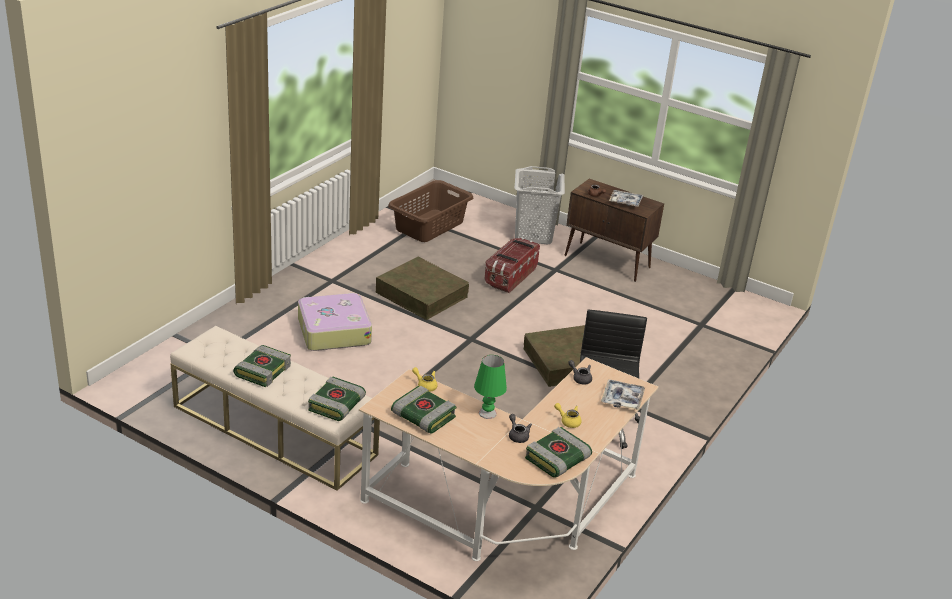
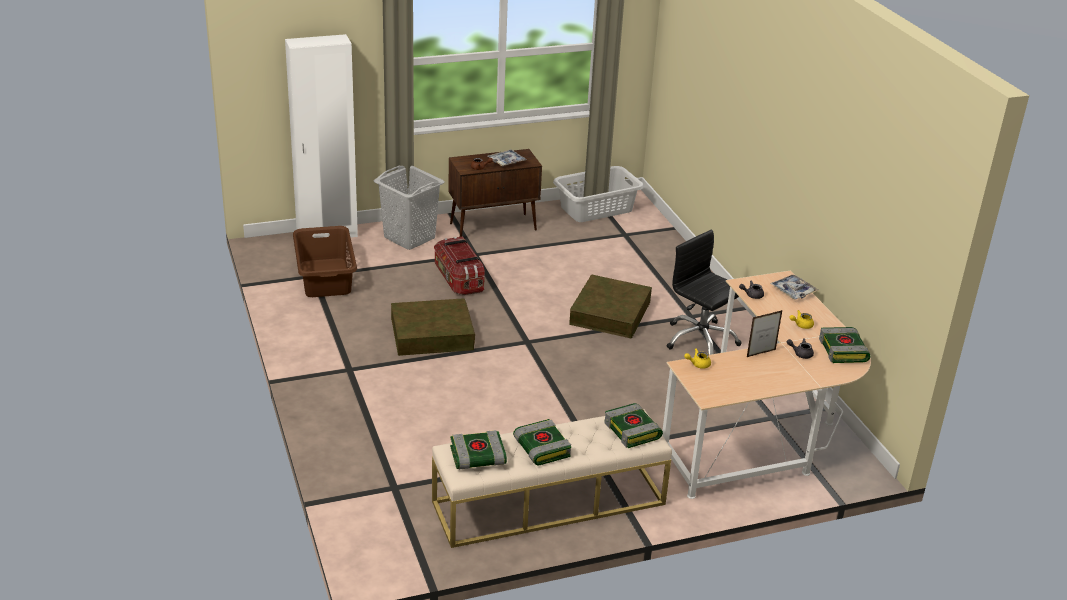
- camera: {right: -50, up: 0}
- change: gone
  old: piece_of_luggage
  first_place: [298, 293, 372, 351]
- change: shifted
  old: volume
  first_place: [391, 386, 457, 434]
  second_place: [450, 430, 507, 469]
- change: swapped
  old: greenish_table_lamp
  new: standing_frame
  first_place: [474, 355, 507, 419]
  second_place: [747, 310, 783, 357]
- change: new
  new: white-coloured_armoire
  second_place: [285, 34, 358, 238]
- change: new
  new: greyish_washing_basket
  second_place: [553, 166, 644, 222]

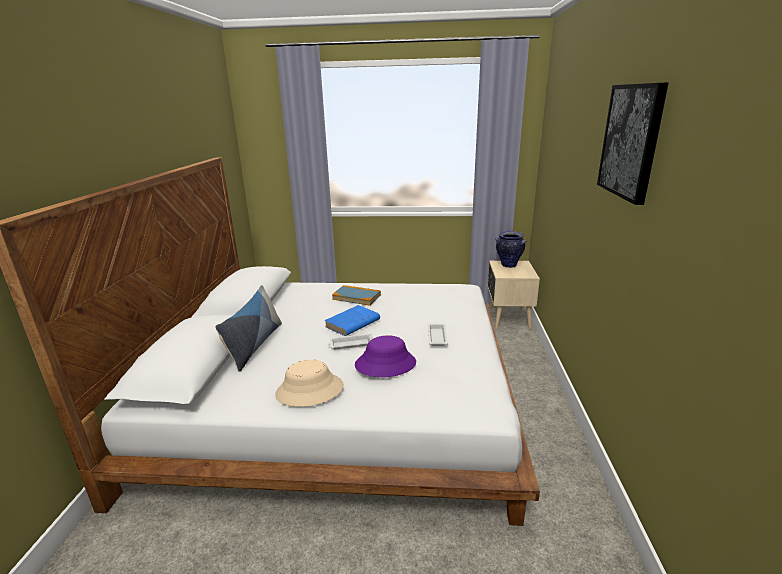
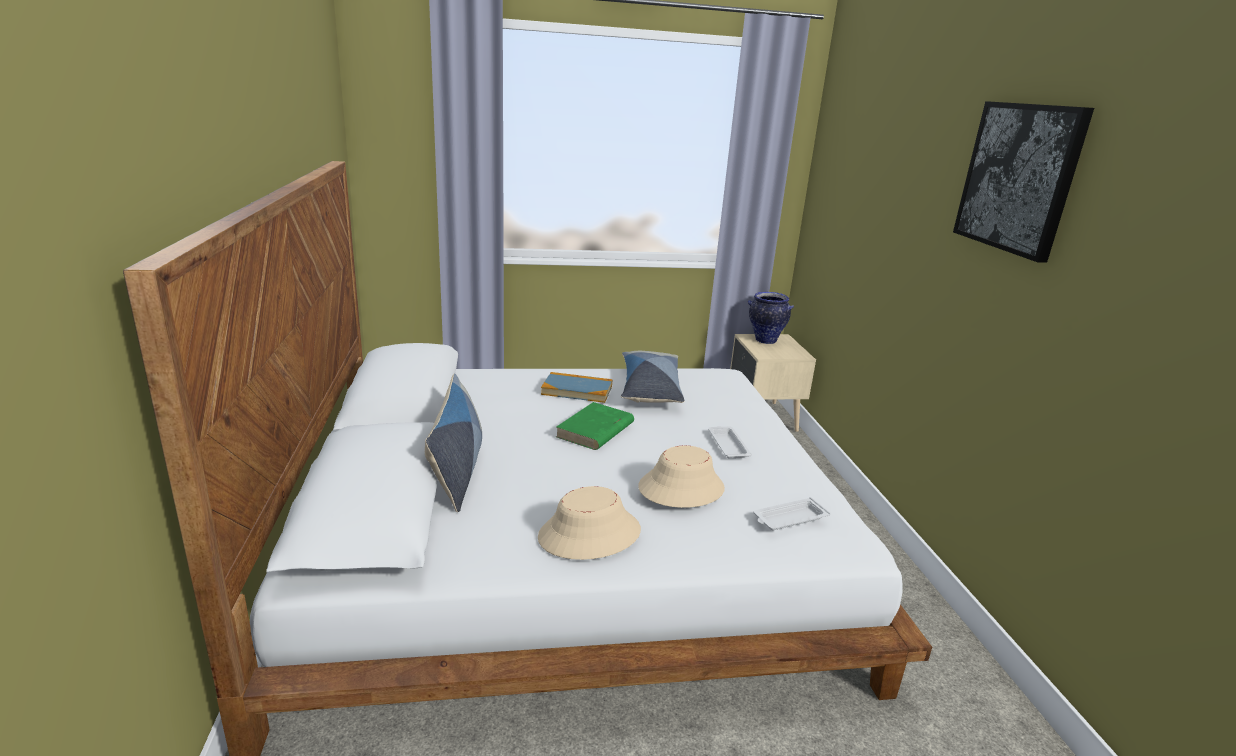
- camera: {right: -15, up: 0}
- change: repainted
  old: blue-coloured_volume
  new: greenish_volume
  first_place: [324, 305, 380, 336]
  second_place: [556, 402, 634, 450]
- change: shifted
  old: white-coloured_serving_tray
  first_place: [328, 333, 373, 349]
  second_place: [753, 497, 830, 530]
- change: repainted
  old: purple-coloured_clothing_hat
  new: sand-coloured_clothing_hat
  first_place: [355, 335, 416, 377]
  second_place: [638, 446, 725, 508]
- change: new
  new: cushion
  second_place: [621, 351, 685, 403]

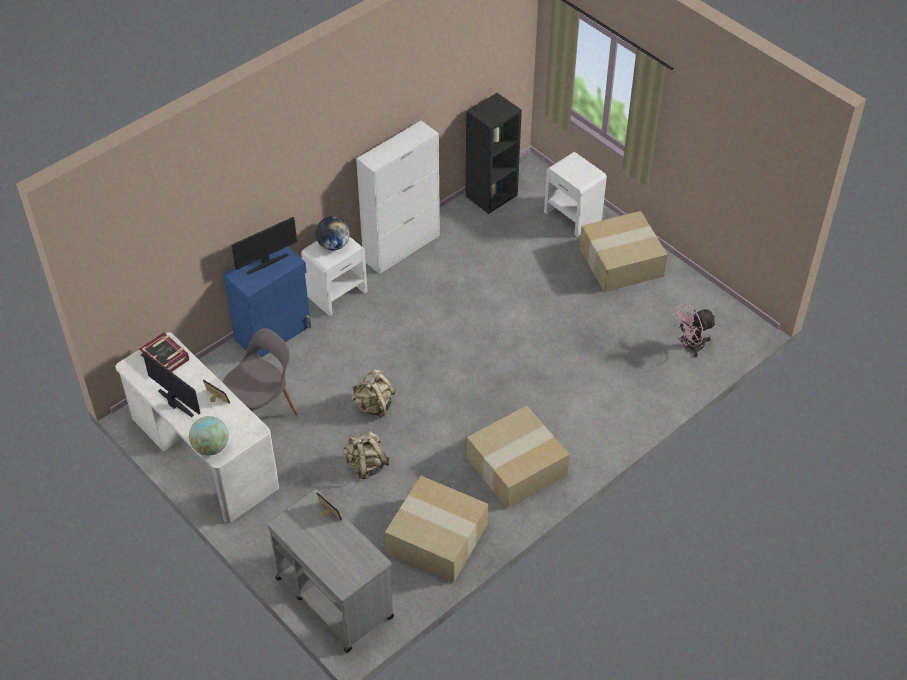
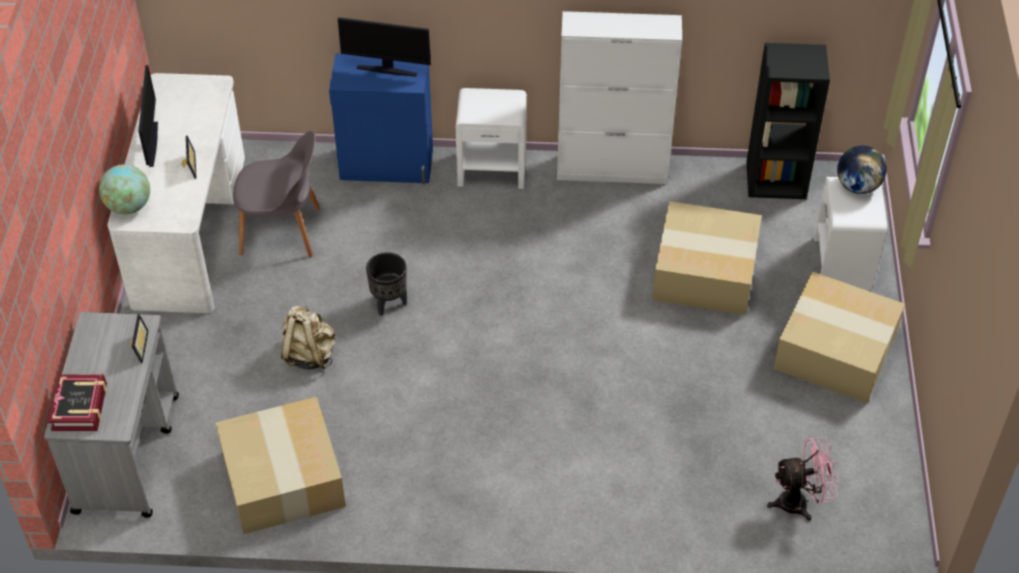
- camera: {right: 45, up: 0}
- change: shifted
  old: volume
  first_place: [139, 332, 189, 372]
  second_place: [48, 374, 107, 431]
- change: shifted
  old: world_globe
  first_place: [316, 216, 350, 250]
  second_place: [837, 145, 887, 194]
- change: swapped
  old: sand-coloured_knapsack
  new: black_planter
  first_place: [351, 369, 396, 418]
  second_place: [366, 252, 407, 316]
- change: shifted
  old: cardboard_box
  first_place: [466, 406, 570, 509]
  second_place: [652, 201, 762, 315]
- change: rotated
  old: pinkish_electric_fan
  first_place: [673, 304, 717, 357]
  second_place: [767, 437, 839, 521]
  degrees: 150

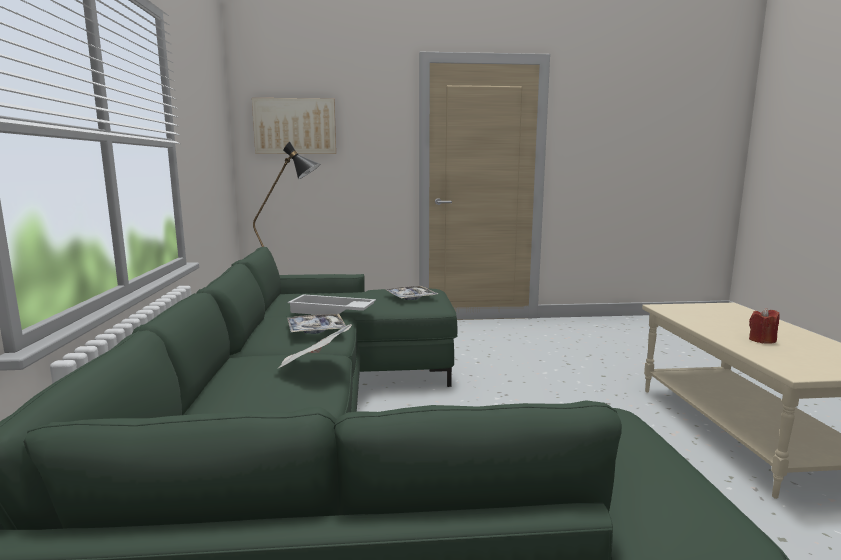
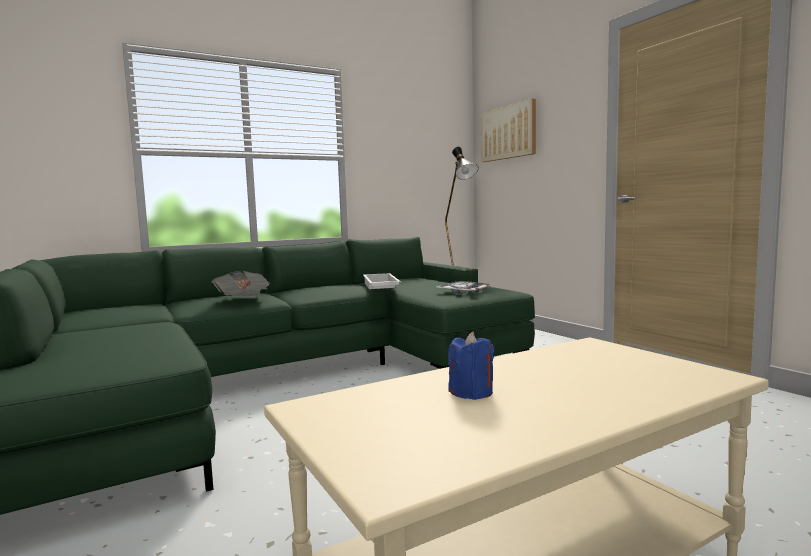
- camera: {right: 65, up: -5}
- change: gone
  old: serving_tray
  first_place: [287, 314, 346, 334]
- change: repainted
  old: reddish_wax_light
  new: blue-coloured_wax_light
  first_place: [749, 308, 779, 344]
  second_place: [448, 332, 494, 400]

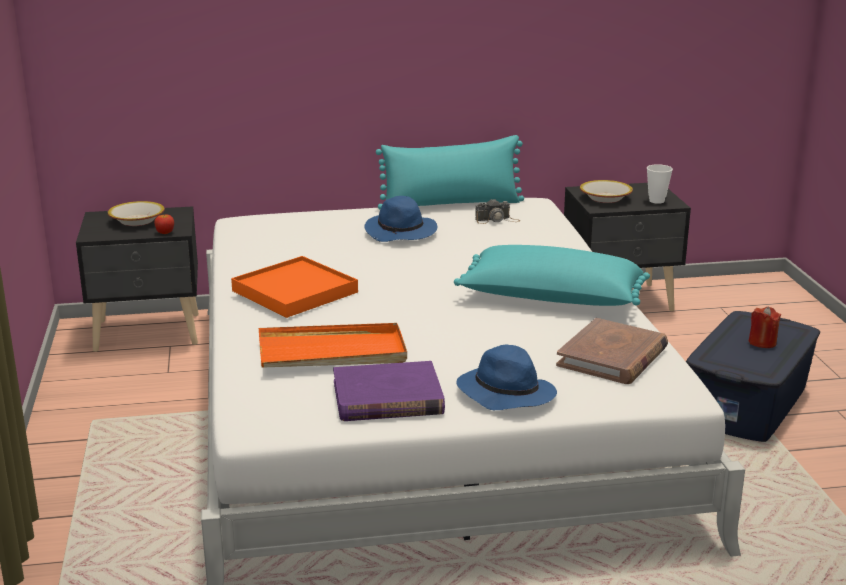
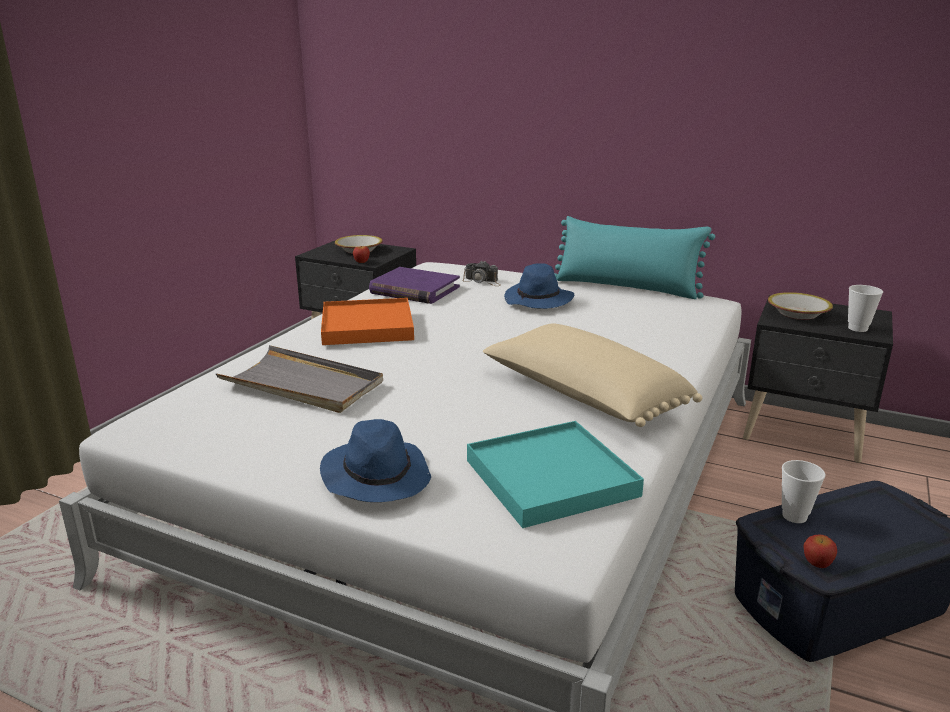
- camera: {right: 35, up: 0}
- change: repainted
  old: orange_serving_tray
  new: greyish_serving_tray
  first_place: [259, 323, 407, 368]
  second_place: [216, 345, 383, 413]
- change: shifted
  old: purple-coloured_volume
  first_place: [333, 361, 445, 421]
  second_place: [369, 267, 460, 304]
- change: repainted
  old: blue-green_cushion
  new: sand-coloured_cushion
  first_place: [454, 245, 650, 306]
  second_place: [483, 324, 702, 427]
- change: shifted
  old: photo_camera
  first_place: [475, 198, 520, 224]
  second_place: [462, 261, 501, 286]
- change: swapped
  old: brown-coloured_volume
  new: blue-green_serving_tray
  first_place: [556, 318, 668, 384]
  second_place: [467, 421, 644, 528]
- change: gone
  old: reddish_wax_light
  first_place: [749, 307, 781, 348]
- change: new
  new: cup
  second_place: [782, 460, 825, 523]
- change: new
  new: apple_fruit
  second_place: [804, 535, 837, 568]

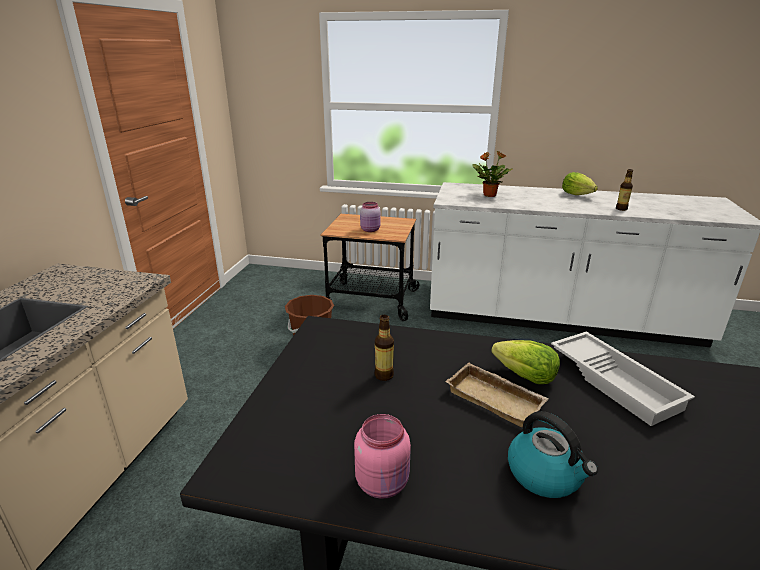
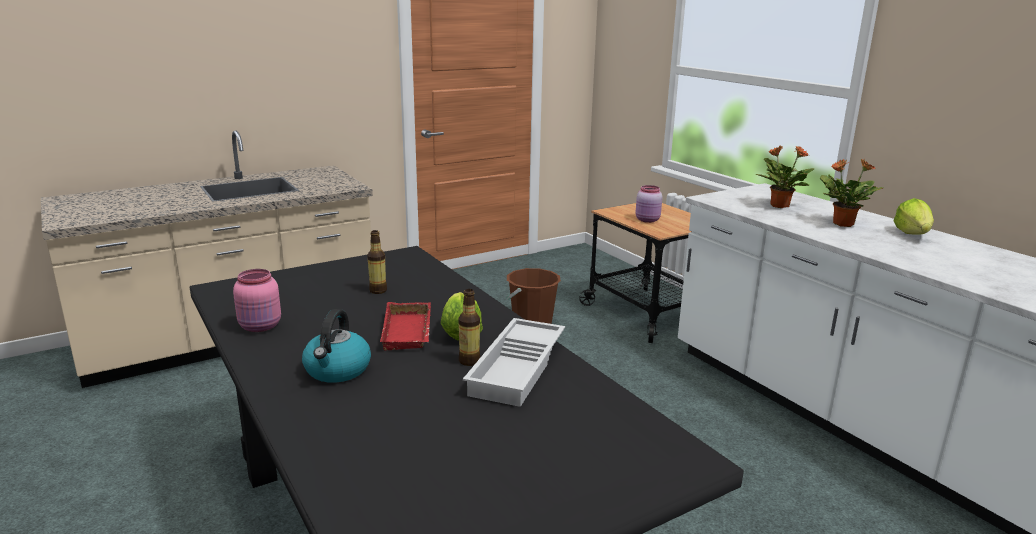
- camera: {right: 45, up: -5}
- change: repainted
  old: sand-coloured_serving_tray
  new: reddish_serving_tray
  first_place: [445, 362, 548, 428]
  second_place: [380, 302, 431, 351]
- change: shifted
  old: drink_bottle
  first_place: [616, 169, 633, 211]
  second_place: [458, 289, 480, 366]
- change: new
  new: potted_plant
  second_place: [820, 159, 883, 227]

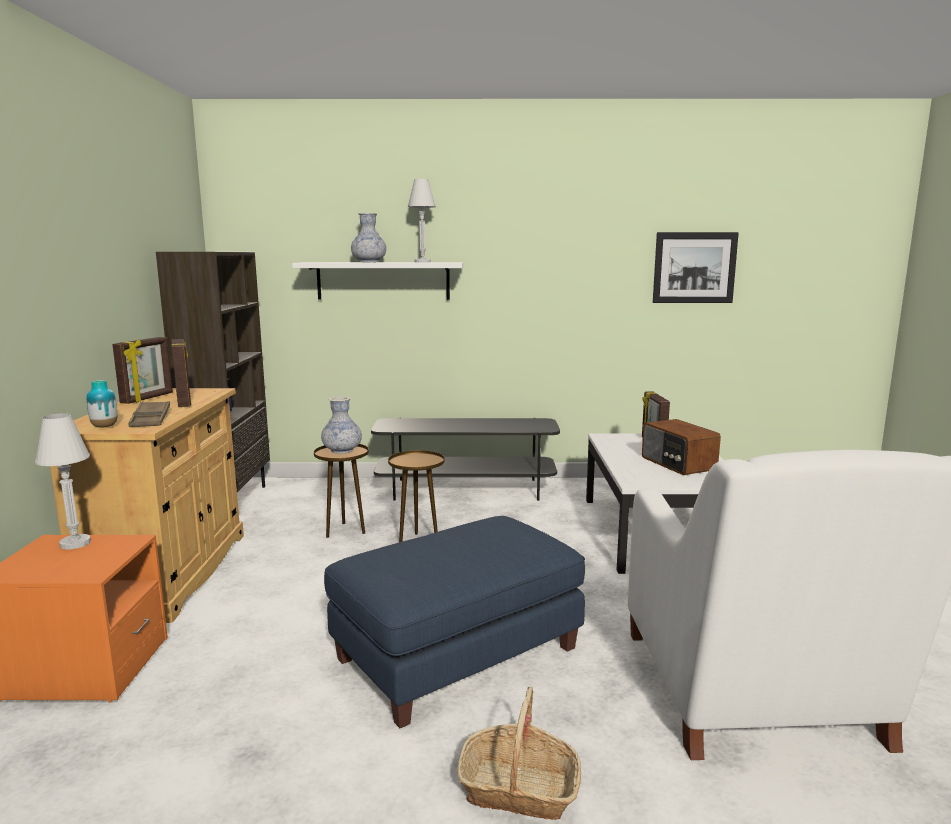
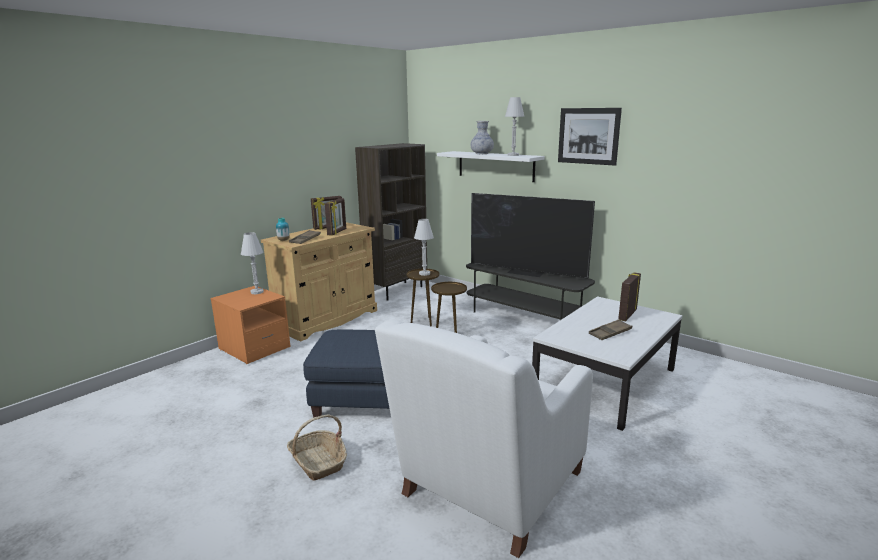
- camera: {right: 40, up: 5}
- change: swapped
  old: vase
  new: white-coloured_table_lamp
  first_place: [321, 396, 362, 454]
  second_place: [414, 219, 434, 276]
- change: swapped
  old: radio_set
  new: brown-coloured_serving_tray
  first_place: [642, 419, 721, 475]
  second_place: [589, 320, 632, 340]
- change: shifted
  old: wall_art
  first_place: [653, 232, 739, 303]
  second_place: [558, 108, 622, 165]
- change: new
  new: TV_set
  second_place: [471, 193, 595, 278]

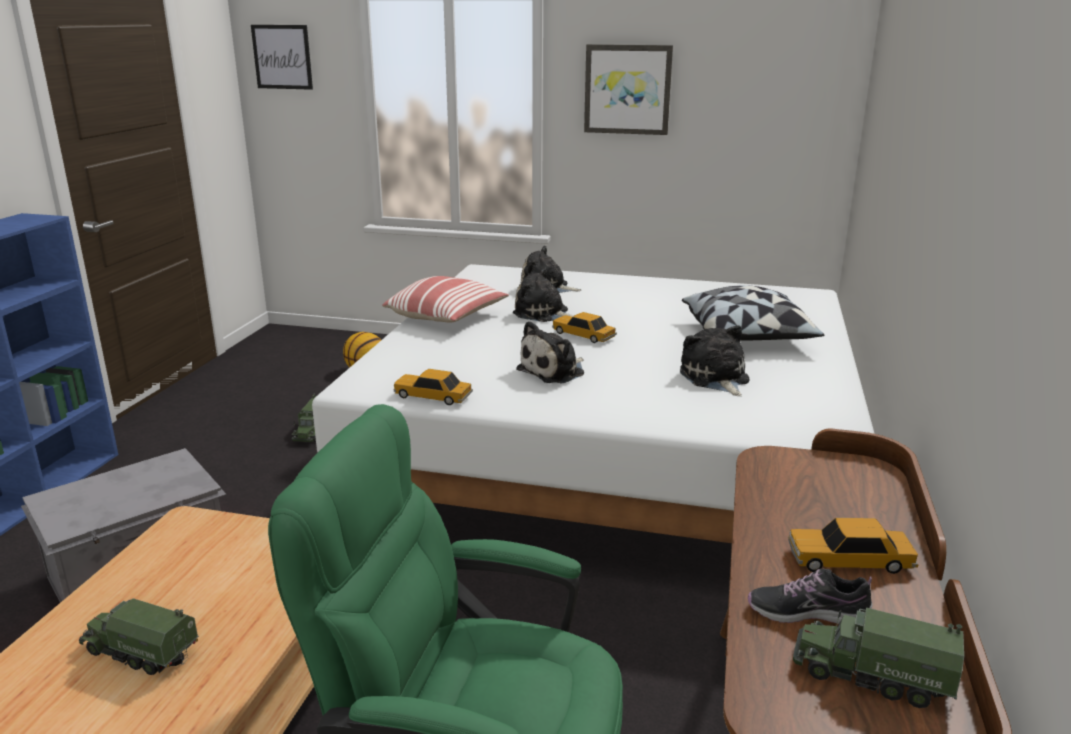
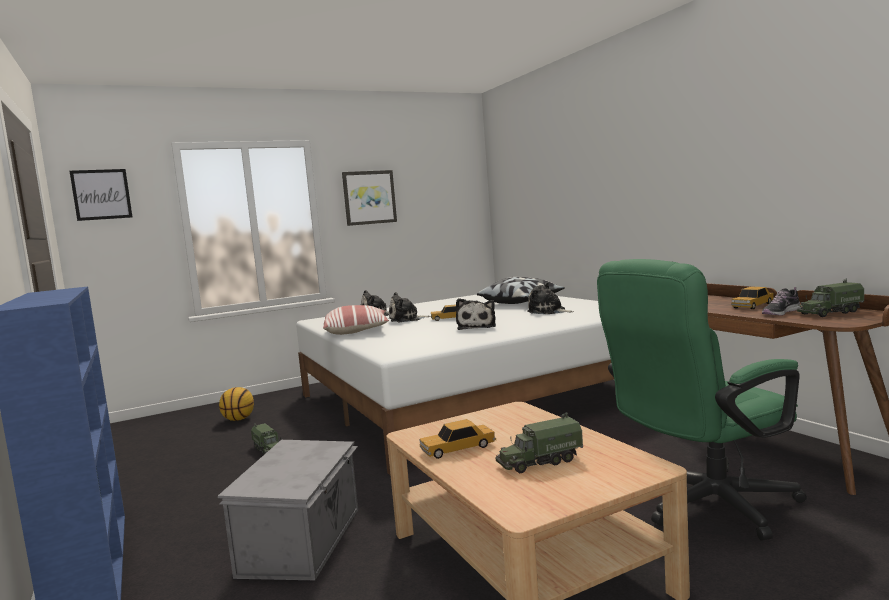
- camera: {right: -40, up: -15}
- change: shifted
  old: toy_car
  first_place: [394, 369, 473, 405]
  second_place: [420, 419, 496, 459]

